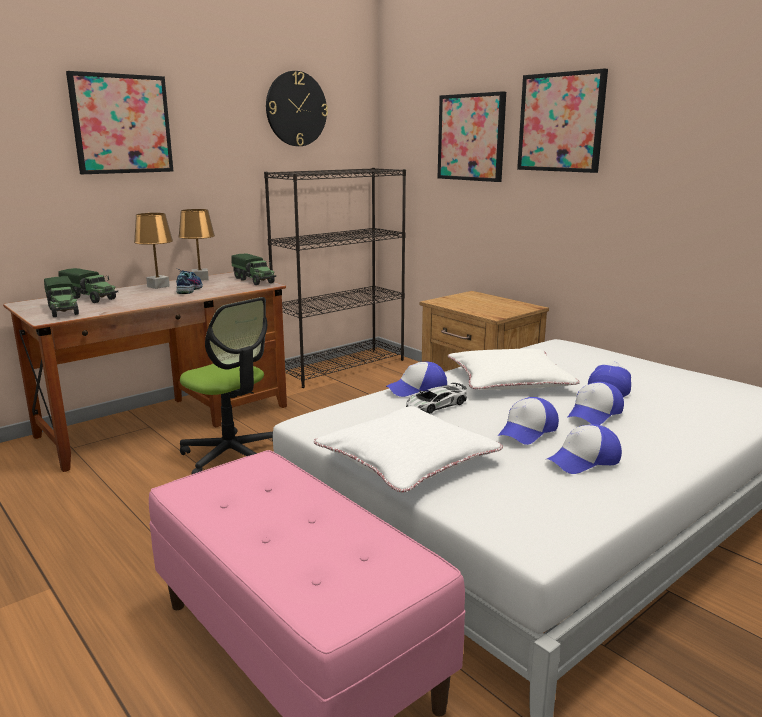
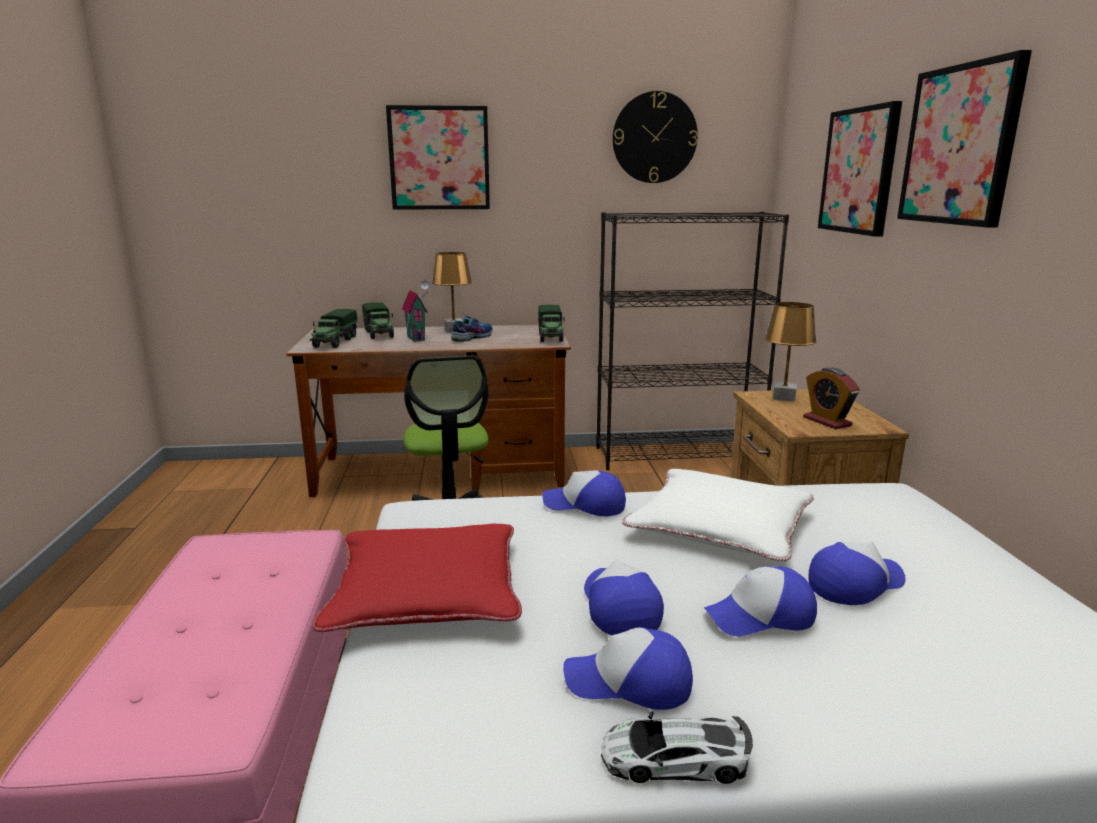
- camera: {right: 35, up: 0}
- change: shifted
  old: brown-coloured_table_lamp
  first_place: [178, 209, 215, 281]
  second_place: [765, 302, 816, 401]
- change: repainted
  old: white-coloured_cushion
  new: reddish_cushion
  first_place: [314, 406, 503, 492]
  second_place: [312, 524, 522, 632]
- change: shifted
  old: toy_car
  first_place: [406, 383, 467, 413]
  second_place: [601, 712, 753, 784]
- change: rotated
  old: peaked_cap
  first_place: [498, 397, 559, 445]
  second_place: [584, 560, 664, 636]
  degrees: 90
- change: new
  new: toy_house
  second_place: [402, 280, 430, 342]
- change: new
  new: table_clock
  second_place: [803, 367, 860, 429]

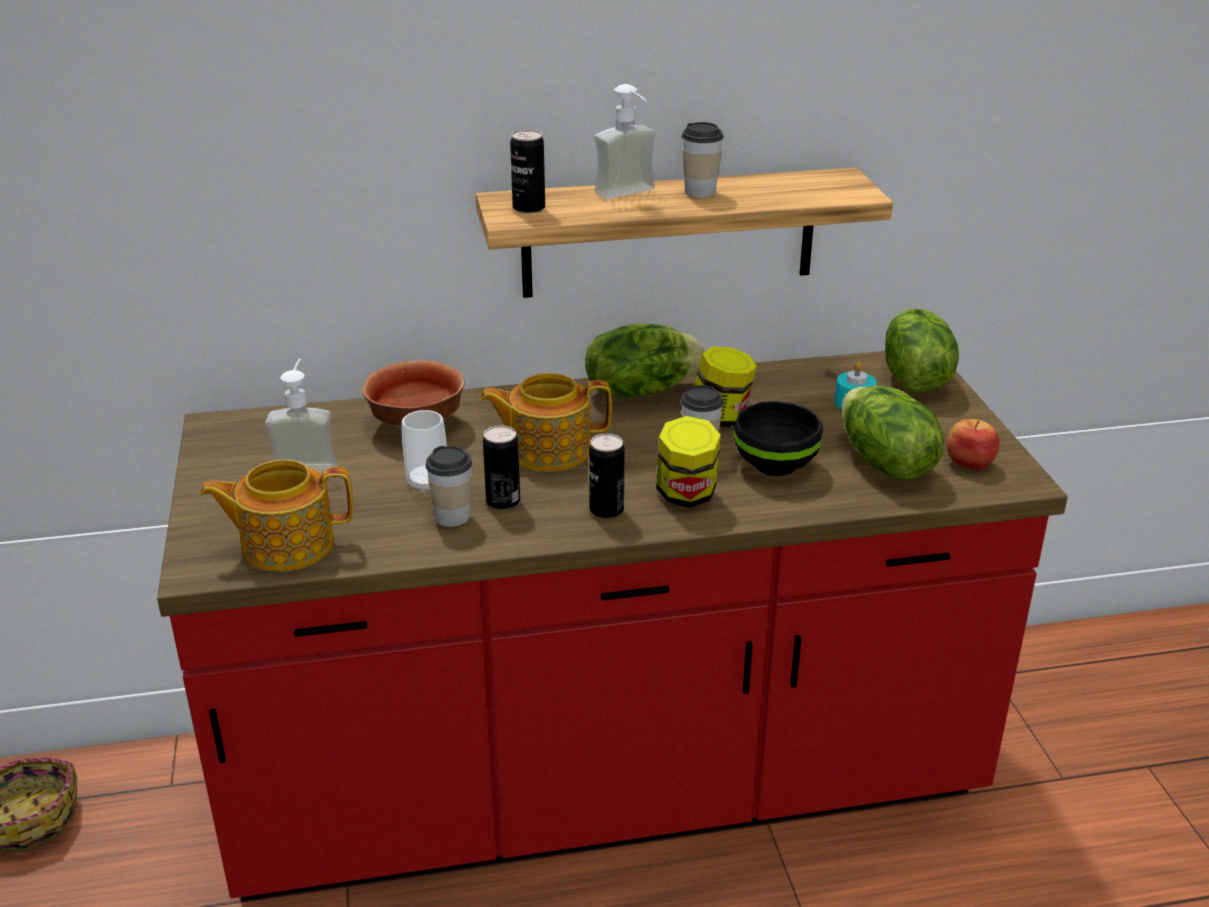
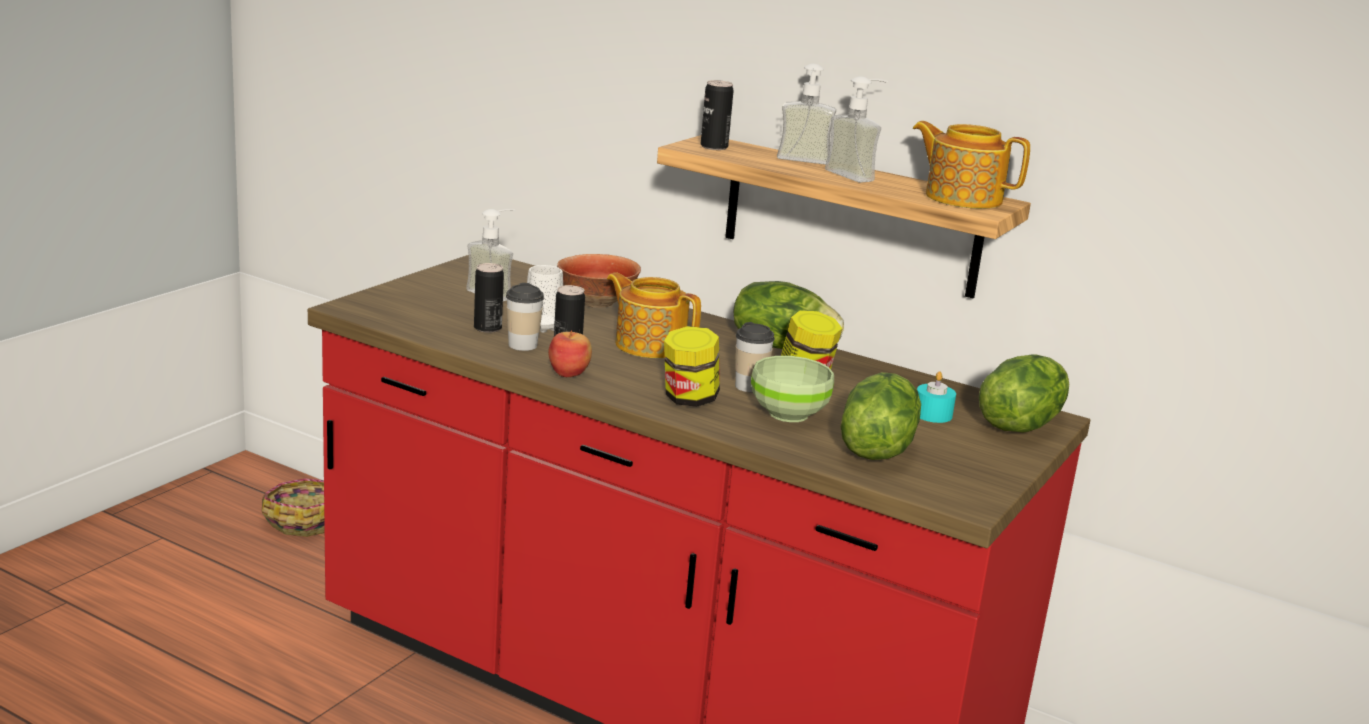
- camera: {right: 40, up: -10}
- change: shifted
  old: pot_for_tea
  first_place: [200, 459, 353, 571]
  second_place: [913, 121, 1030, 209]
- change: shifted
  old: metal_can
  first_place: [589, 434, 625, 519]
  second_place: [474, 263, 504, 333]
- change: swapped
  old: cup
  new: liquid_soap_bottle
  first_place: [681, 122, 724, 198]
  second_place: [825, 76, 888, 183]
- change: repainted
  old: black_deep_dish
  new: greenish_deep_dish
  first_place: [734, 401, 823, 476]
  second_place: [751, 356, 834, 422]
- change: shifted
  old: apple_fruit
  first_place: [947, 419, 999, 470]
  second_place: [548, 331, 592, 377]

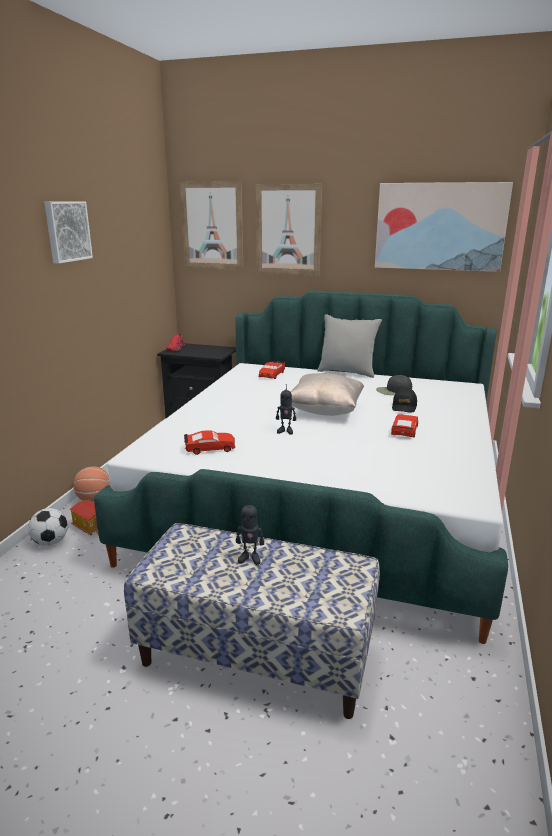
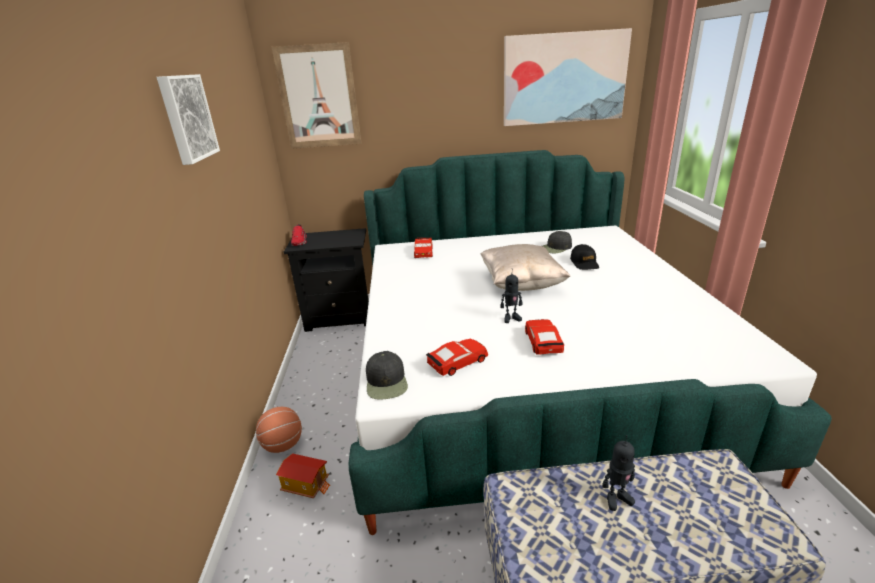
- camera: {right: -20, up: 5}
- change: gone
  old: football
  first_place: [28, 508, 68, 546]
- change: gone
  old: wall_art
  first_place: [256, 184, 322, 276]
- change: gone
  old: greyish_cushion
  first_place: [317, 314, 382, 378]
- change: shifted
  old: reddish_toy_car
  first_place: [391, 414, 418, 438]
  second_place: [525, 319, 564, 355]
- change: new
  new: black_peaked_cap
  second_place: [366, 351, 408, 400]

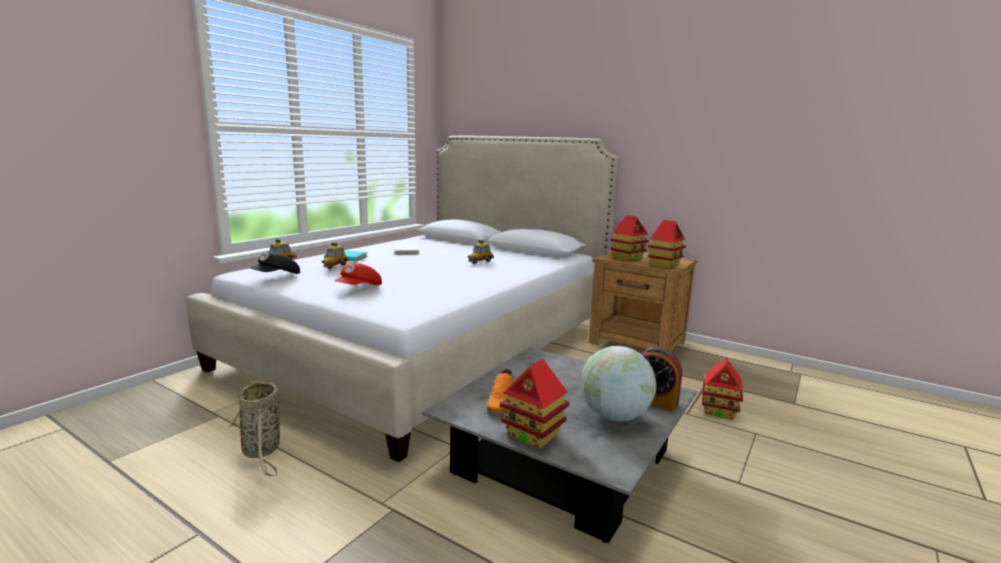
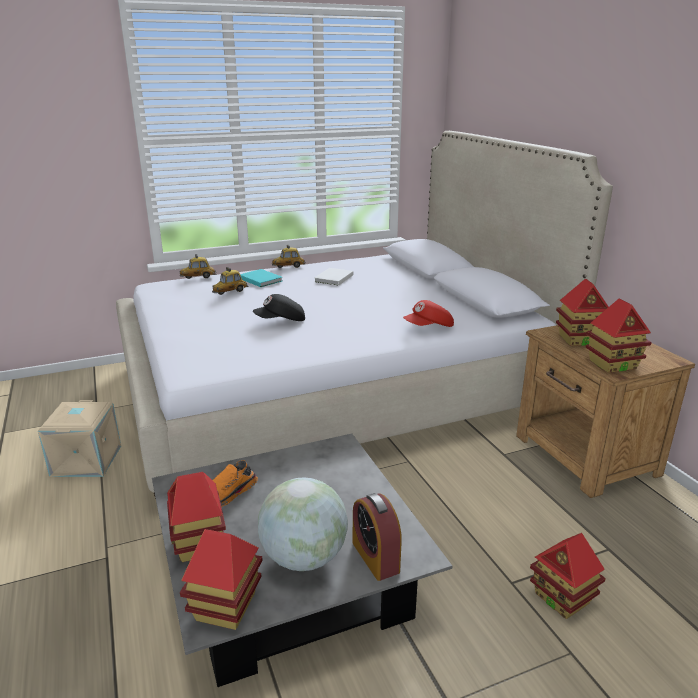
- camera: {right: 35, up: 10}
- change: swapped
  old: household_basket
  new: sand-coloured_storage_box
  first_place: [229, 380, 280, 476]
  second_place: [38, 400, 121, 477]
- change: shifted
  old: black_peaked_cap
  first_place: [250, 251, 300, 274]
  second_place: [253, 294, 305, 321]
- change: shifted
  old: reddish_peaked_cap
  first_place: [334, 263, 382, 285]
  second_place: [403, 300, 454, 327]
- change: shifted
  old: toy_car
  first_place: [468, 240, 494, 264]
  second_place: [272, 245, 305, 268]
- change: new
  new: toy_house
  second_place: [180, 529, 263, 630]

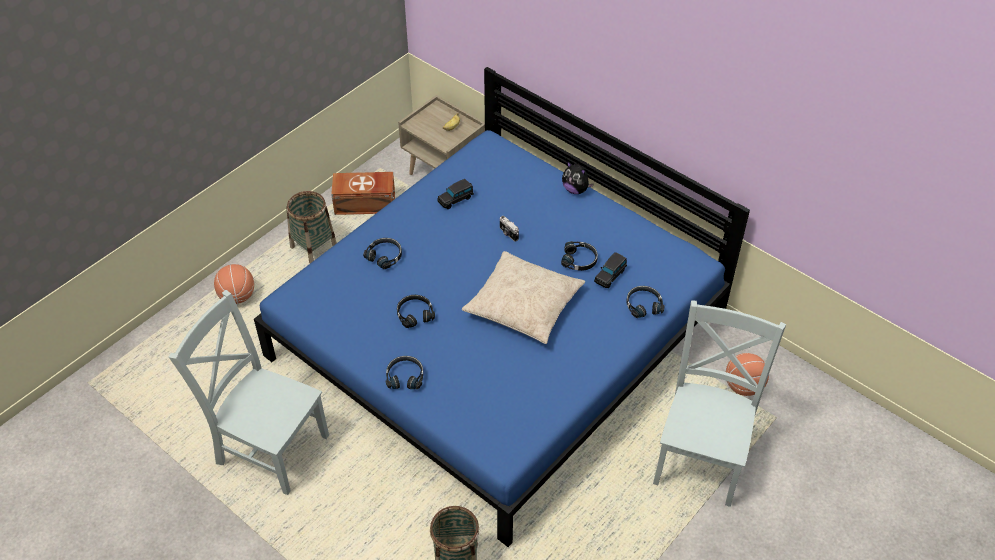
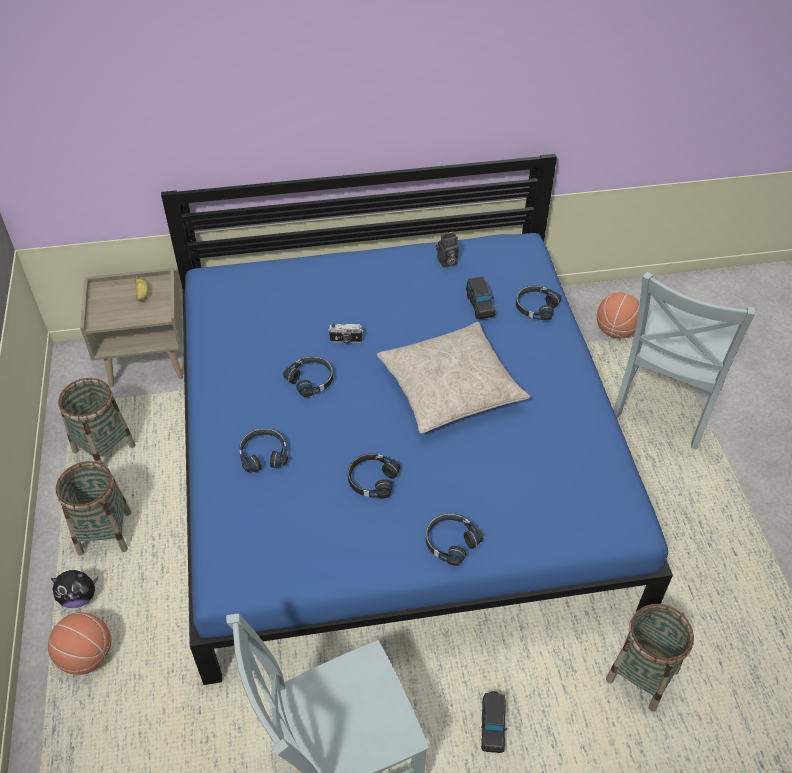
- camera: {right: -50, up: 0}
- change: swapped
  old: brown-coloured_storage_box
  new: household_basket
  first_place: [331, 172, 395, 215]
  second_place: [58, 378, 136, 464]
- change: shifted
  old: black_toy_car
  first_place: [438, 179, 474, 209]
  second_place: [481, 691, 507, 753]
- change: shifted
  old: black_pair_of_headphones
  first_place: [561, 241, 598, 271]
  second_place: [283, 356, 333, 397]
- change: shifted
  old: soft_toy
  first_place: [562, 161, 593, 194]
  second_place: [51, 570, 98, 608]
- change: rotated
  old: greyish_plain_chair
  first_place: [653, 301, 786, 507]
  second_place: [614, 272, 755, 449]
  degrees: -120
- change: new
  new: photo_camera
  second_place: [436, 232, 459, 268]

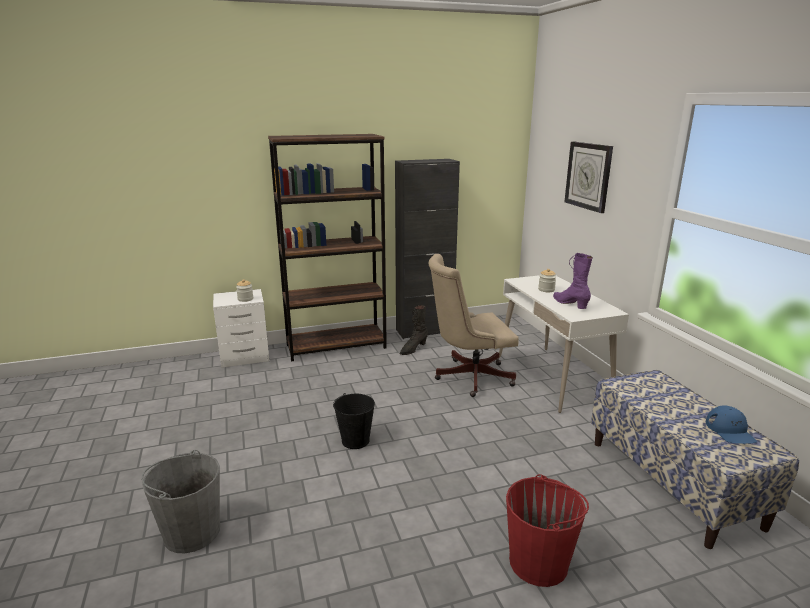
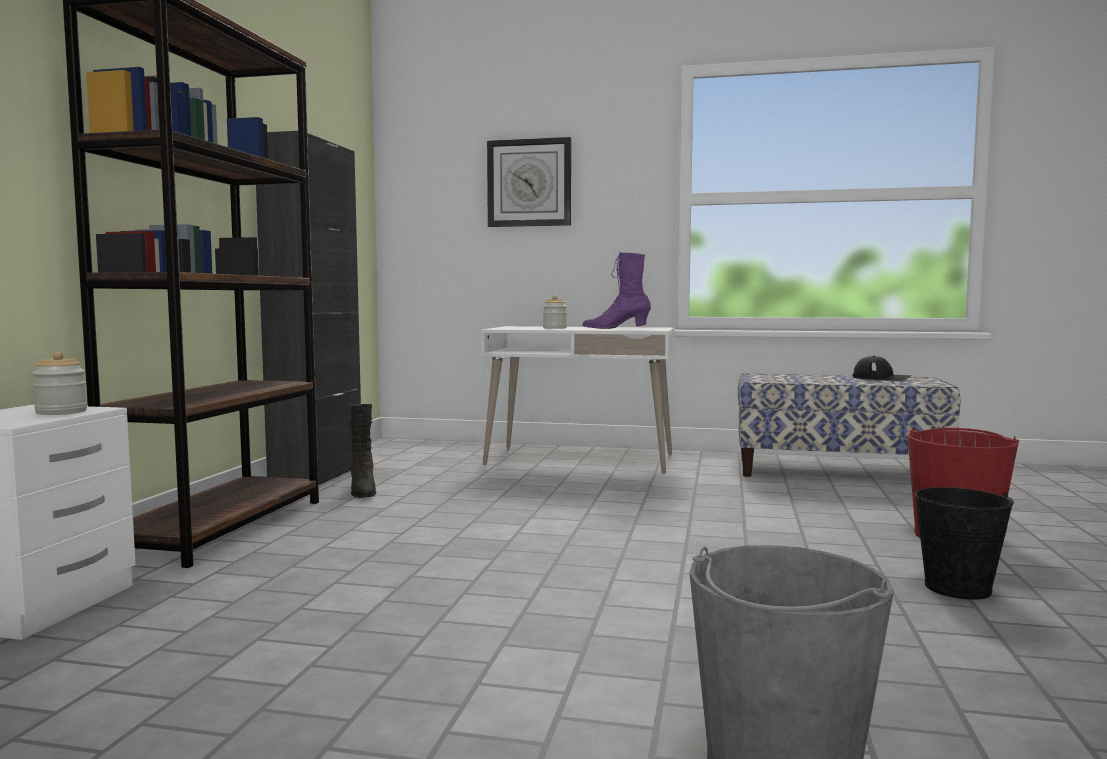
- camera: {right: -60, up: -15}
- change: shifted
  old: black_water_bucket
  first_place: [333, 393, 375, 449]
  second_place: [915, 487, 1014, 600]
- change: gone
  old: sand-coloured_office_chair
  first_place: [429, 254, 519, 397]
- change: repainted
  old: blue-coloured_peaked_cap
  new: black_peaked_cap
  first_place: [706, 405, 757, 444]
  second_place: [852, 356, 912, 381]

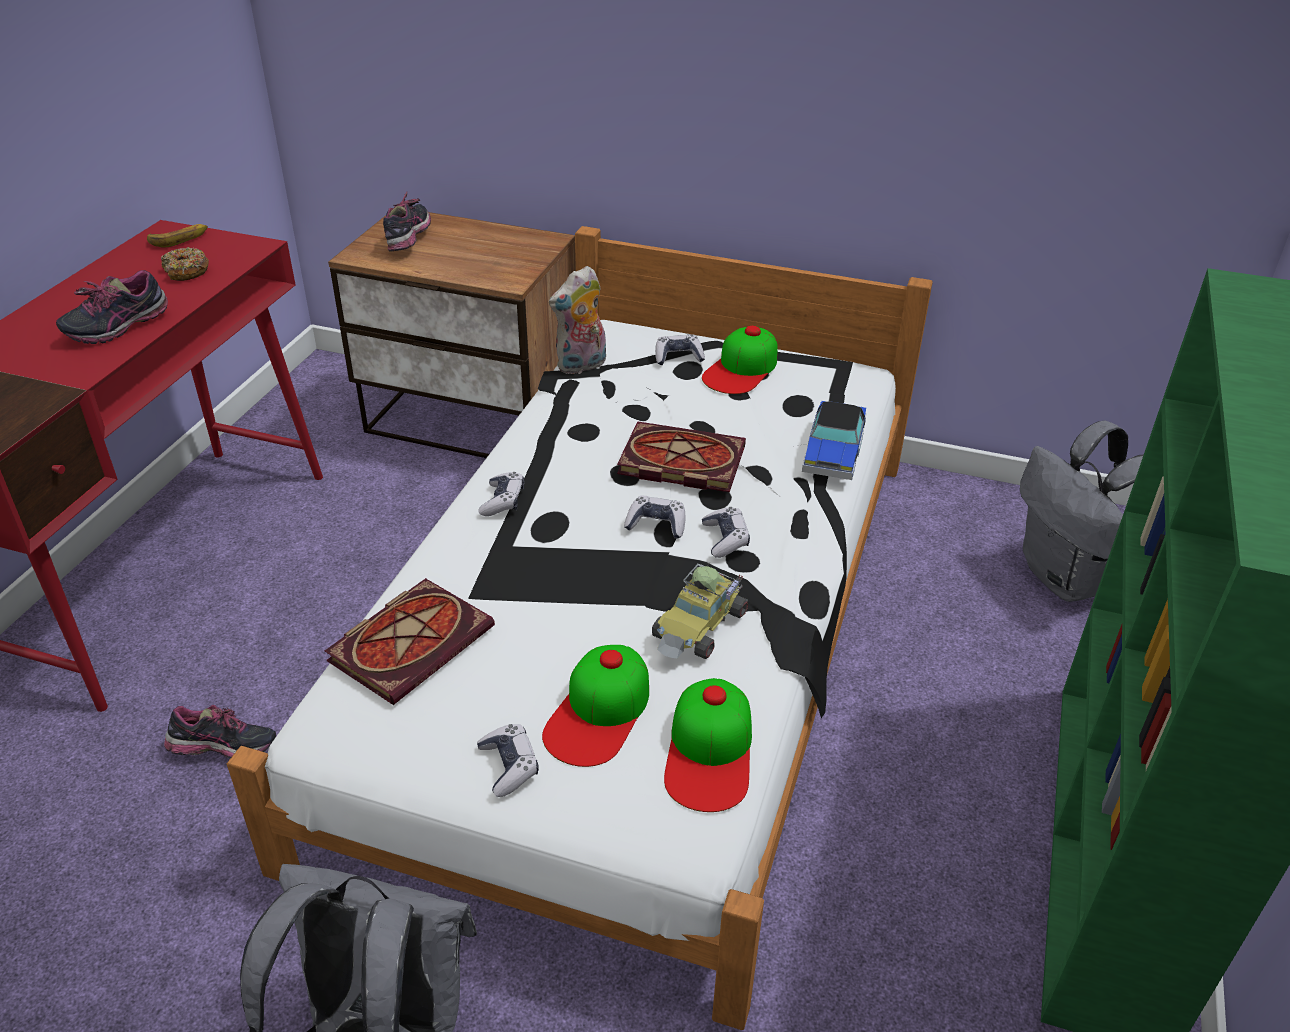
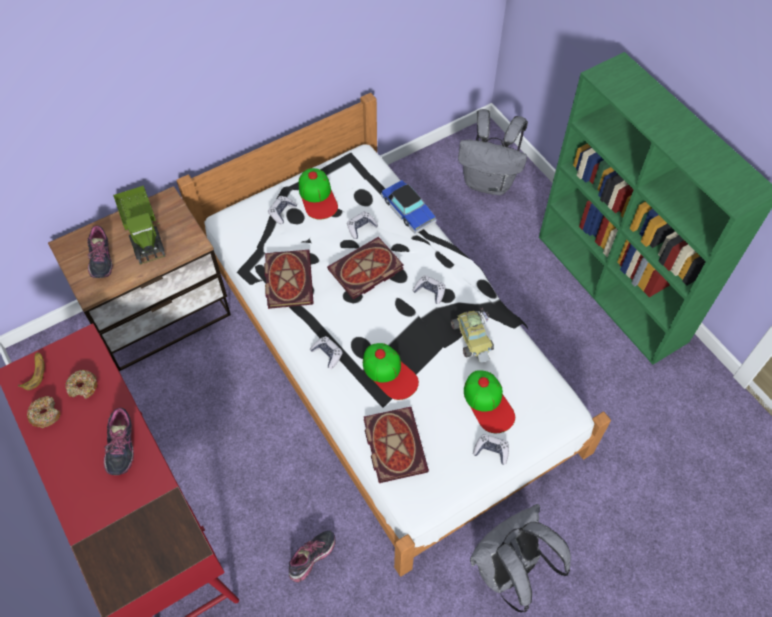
- camera: {right: -50, up: 20}
- change: rotated
  old: low_shoe
  first_place: [383, 192, 431, 251]
  second_place: [87, 226, 113, 278]
  degrees: -150
- change: gone
  old: soft_toy
  first_place: [549, 266, 606, 374]
- change: shifted
  old: gamepad
  first_place: [624, 496, 685, 539]
  second_place: [347, 211, 378, 239]
- change: shifted
  old: peaked_cap
  first_place: [664, 678, 752, 812]
  second_place: [363, 343, 419, 400]
- change: new
  new: ring_doughnut
  second_place: [27, 396, 60, 428]
- change: new
  new: toy_lorry
  second_place: [113, 185, 165, 265]
- change: new
  new: volume
  second_place: [264, 250, 314, 309]

